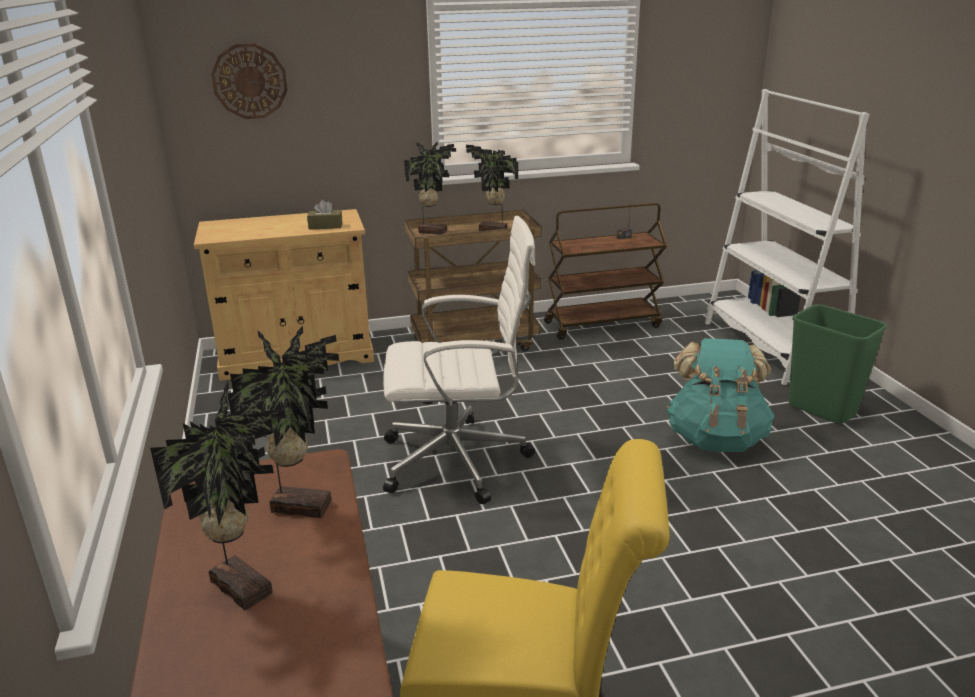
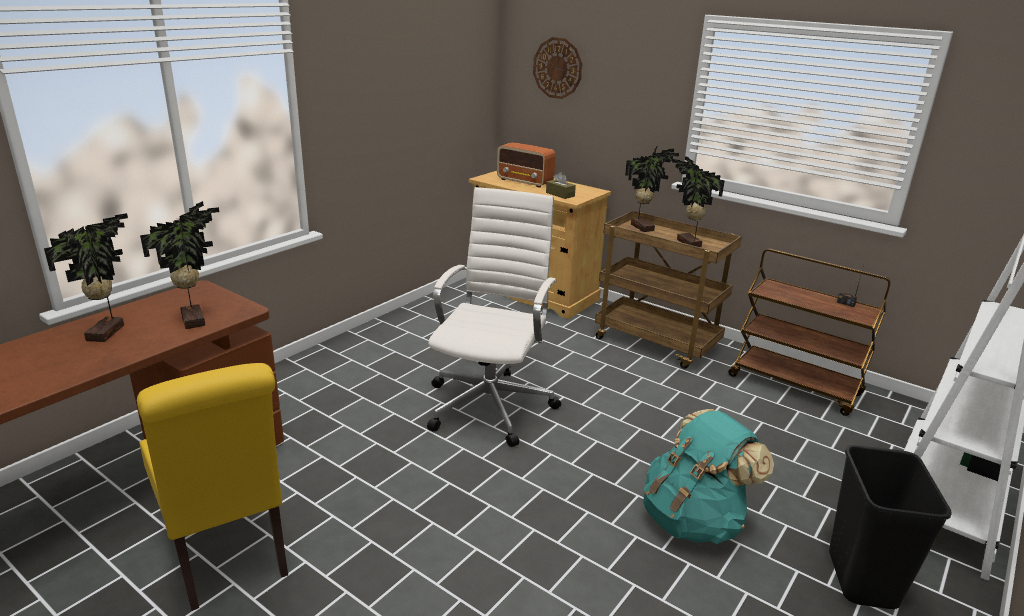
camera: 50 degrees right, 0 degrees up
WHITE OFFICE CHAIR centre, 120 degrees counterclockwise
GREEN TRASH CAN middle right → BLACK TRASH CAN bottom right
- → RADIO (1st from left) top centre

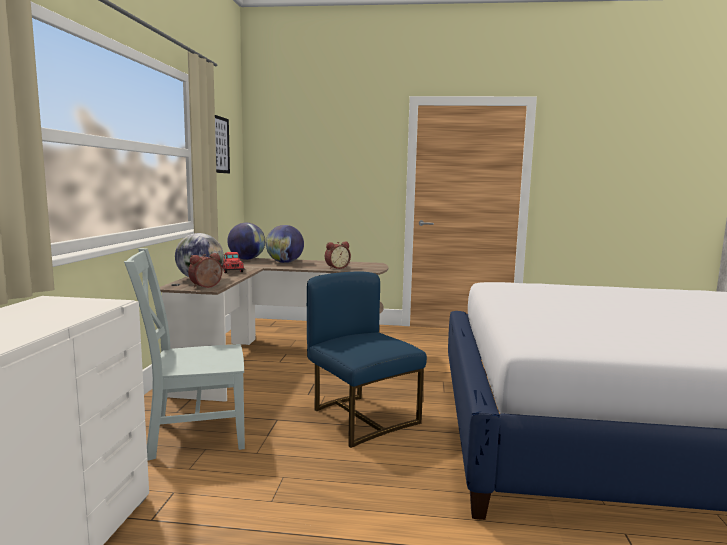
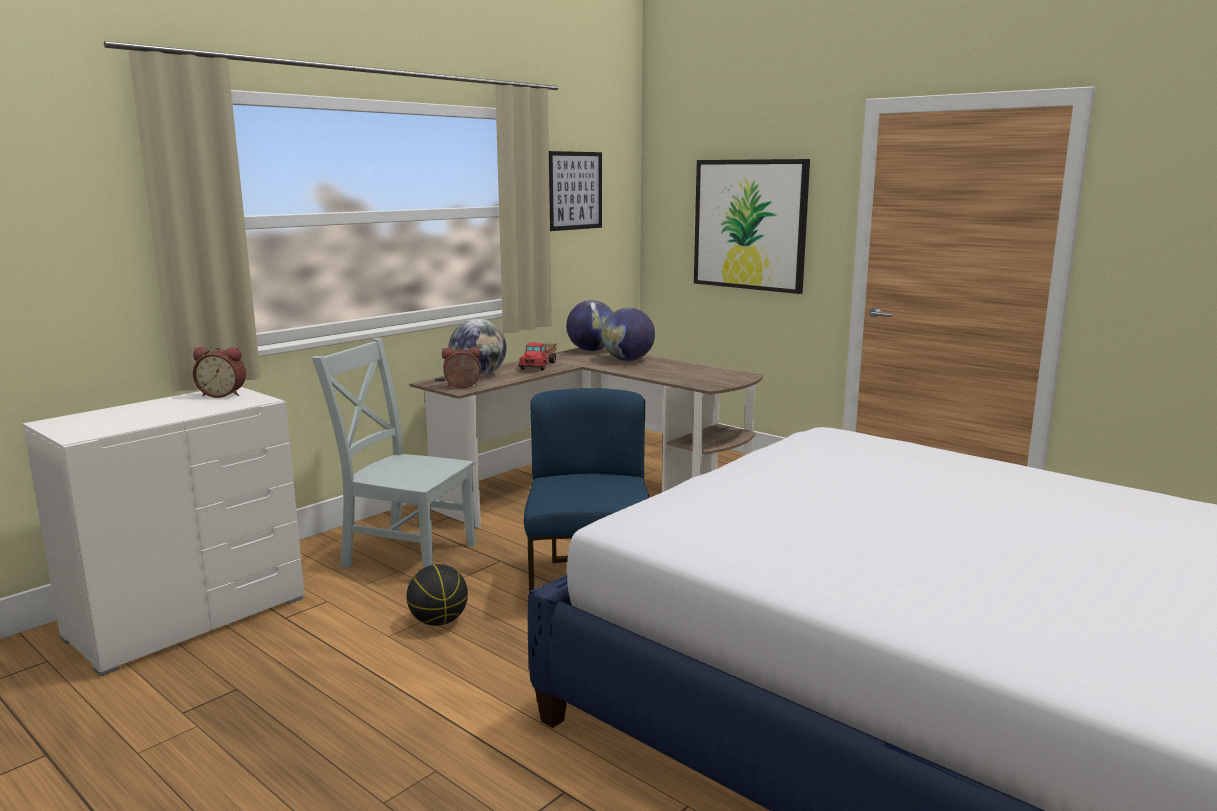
camera: 35 degrees right, 5 degrees up
ALARM CLOCK (2nd from left in the first image) centre → ALARM CLOCK (1st from left) middle left, move
- → PICTURE (2nd from left) top centre
- → BASKETBALL bottom centre

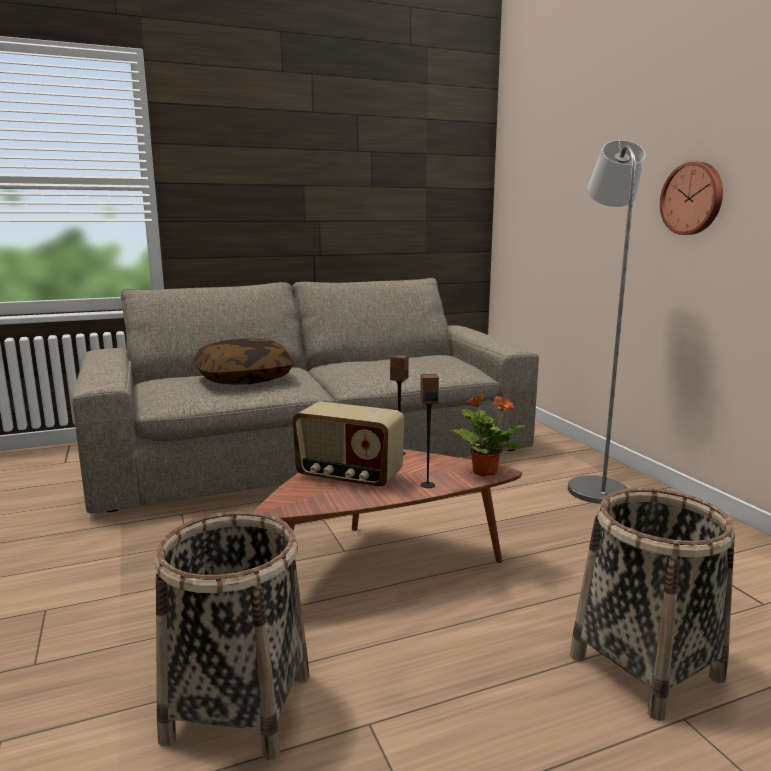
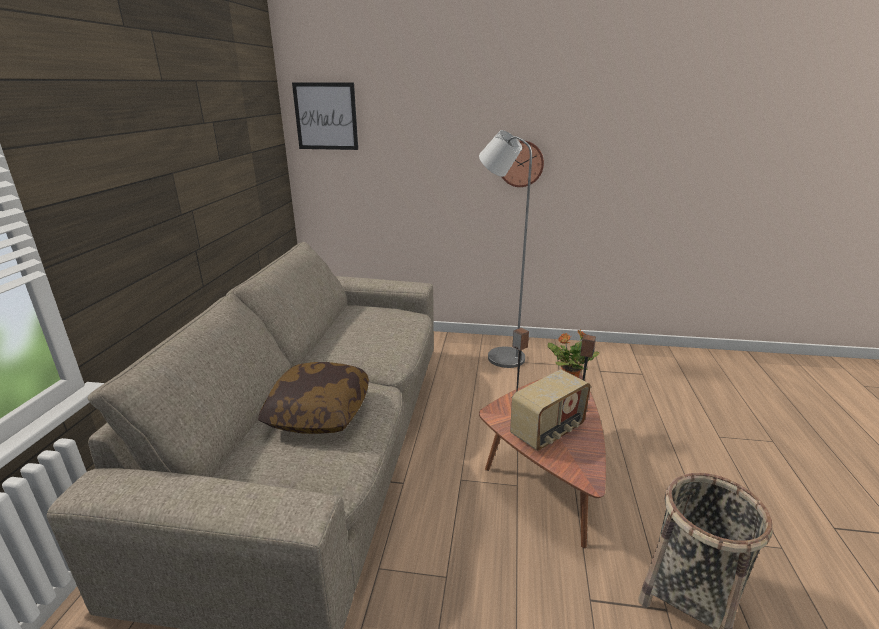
camera: 60 degrees left, 10 degrees up
BASKET (2nd from left) bottom right → -
- → PICTURE top centre

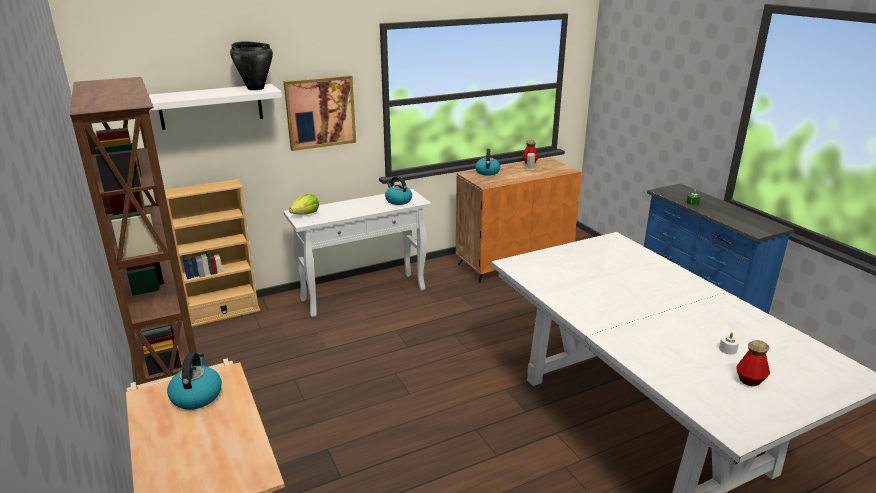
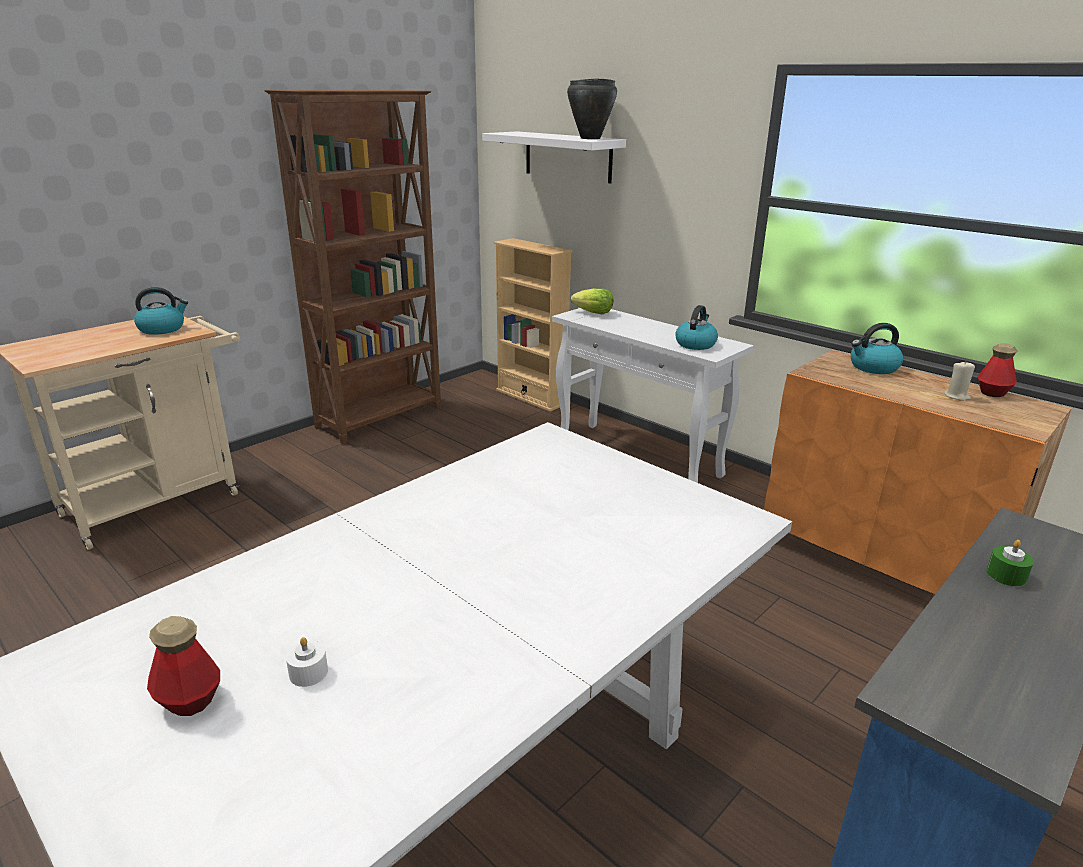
camera: 70 degrees right, 0 degrees up
PICTURE top centre → -

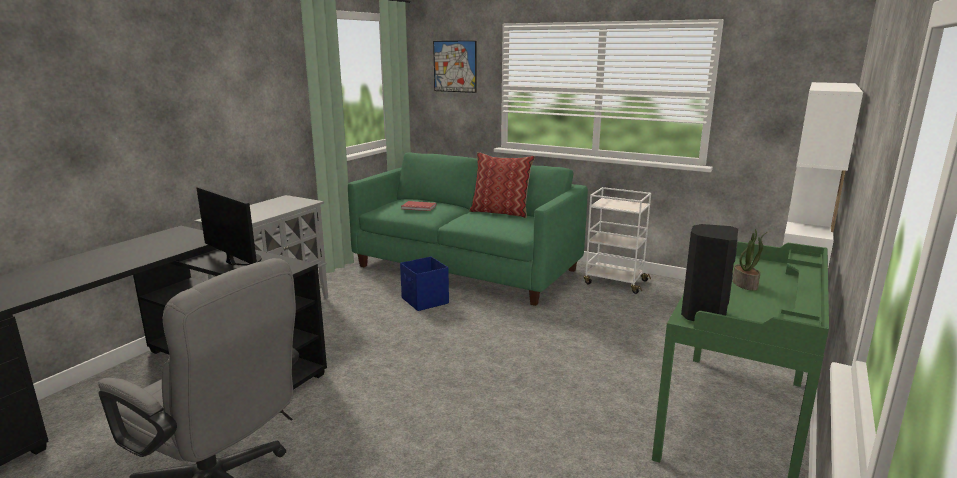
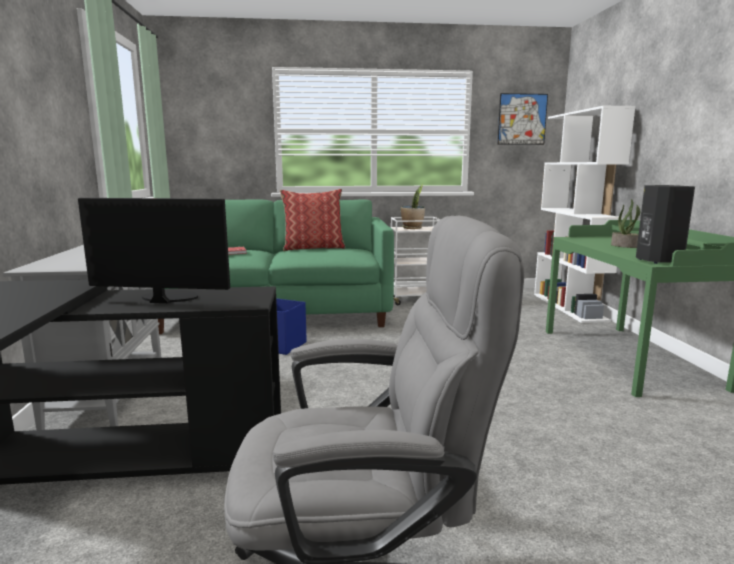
camera: 35 degrees left, 5 degrees down
PICTURE top centre → PICTURE top right, move
- → POTTED PLANT (1st from left) centre

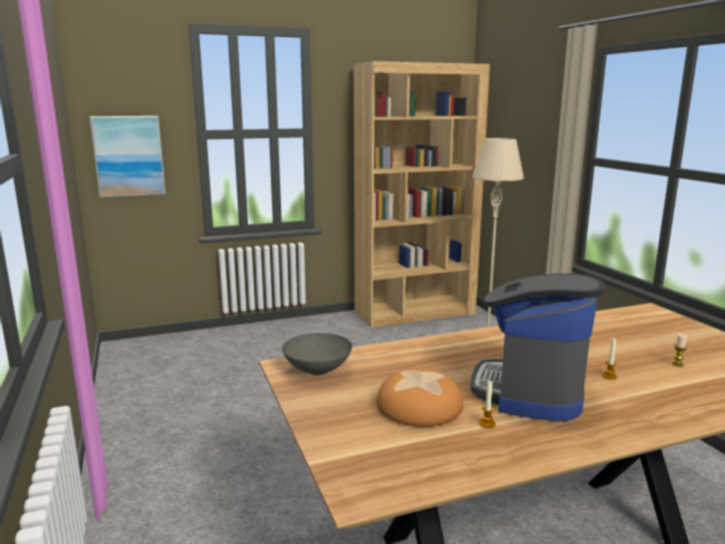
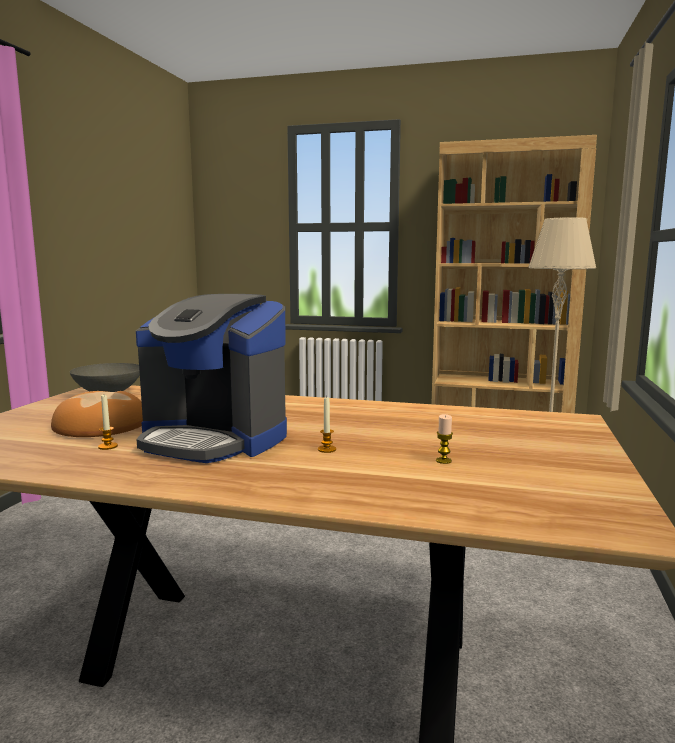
camera: 35 degrees right, 5 degrees down
PICTURE top left → -
COFFEE MACHINE middle right → COFFEE MACHINE middle left, 120 degrees counterclockwise

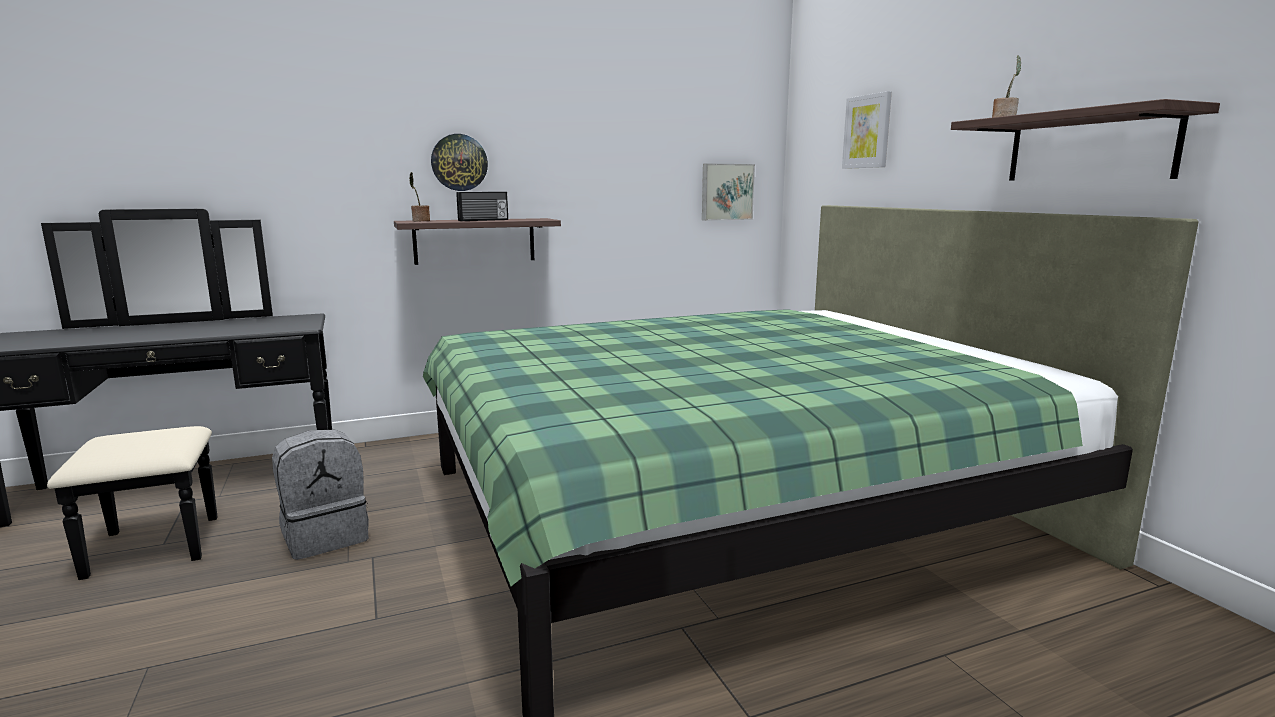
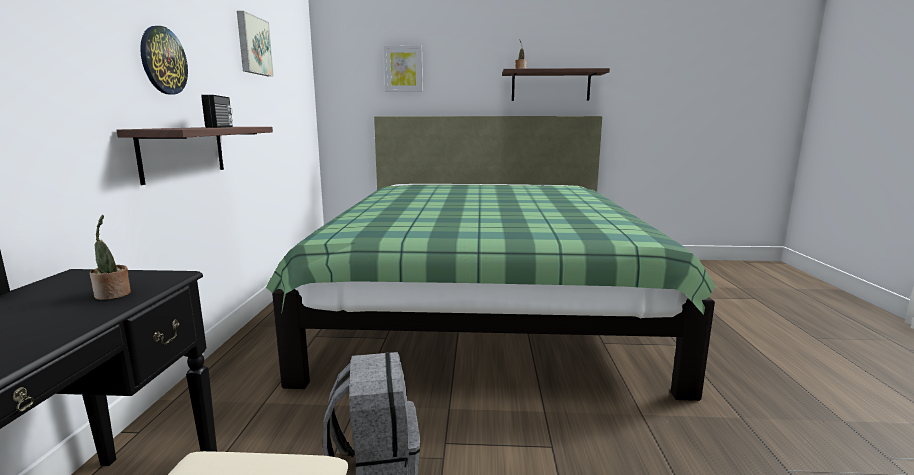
camera: 65 degrees left, 0 degrees up
PICTURE (1st from left) top centre → PICTURE (1st from left) top left, move
POTTED PLANT (1st from left) top left → POTTED PLANT (1st from left) middle left, move

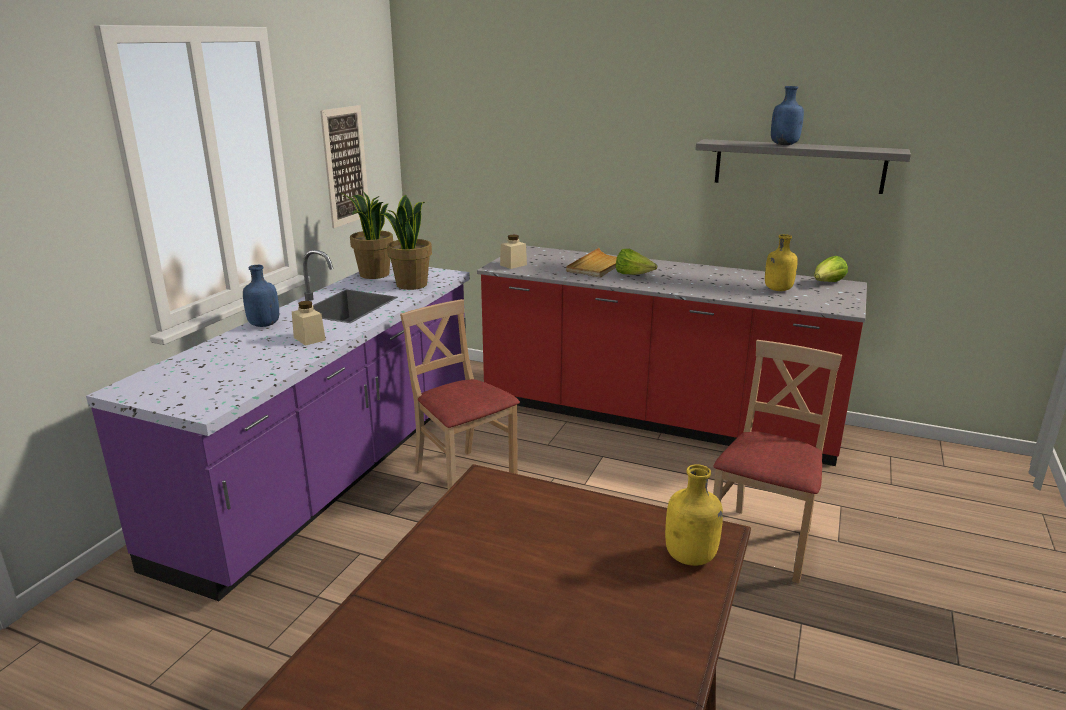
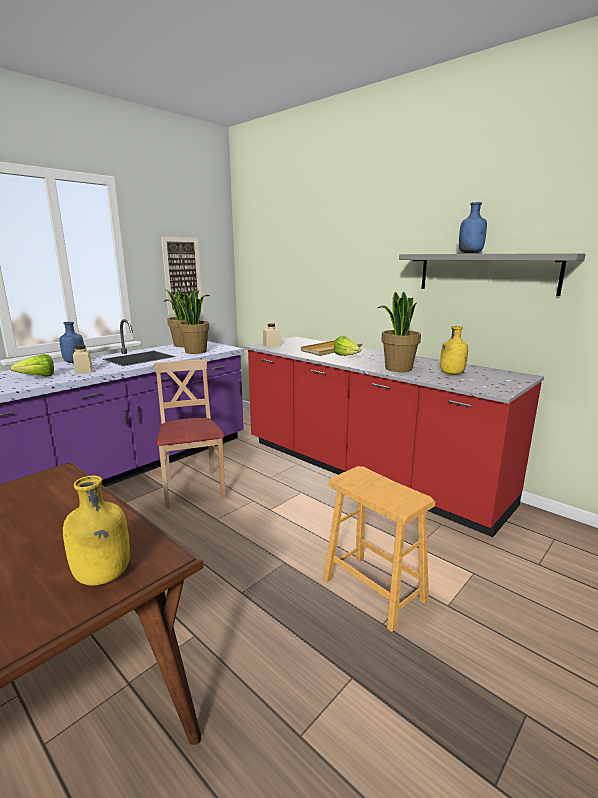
camera: 20 degrees right, 5 degrees down
LETTUCE (2nd from left in the first image) middle right → LETTUCE (1st from left) middle left, move
BEIGE CHAIR (2nd from left) middle right → BROWN STOOL bottom centre
- → POTTED PLANT (3rd from left) middle right

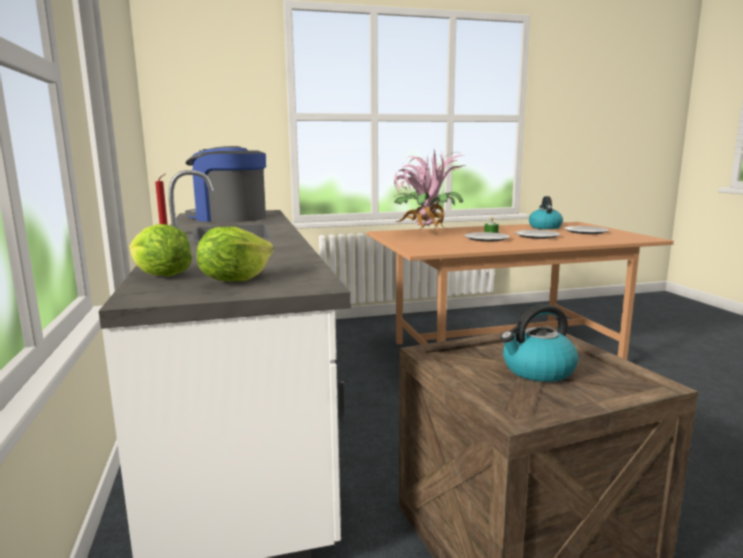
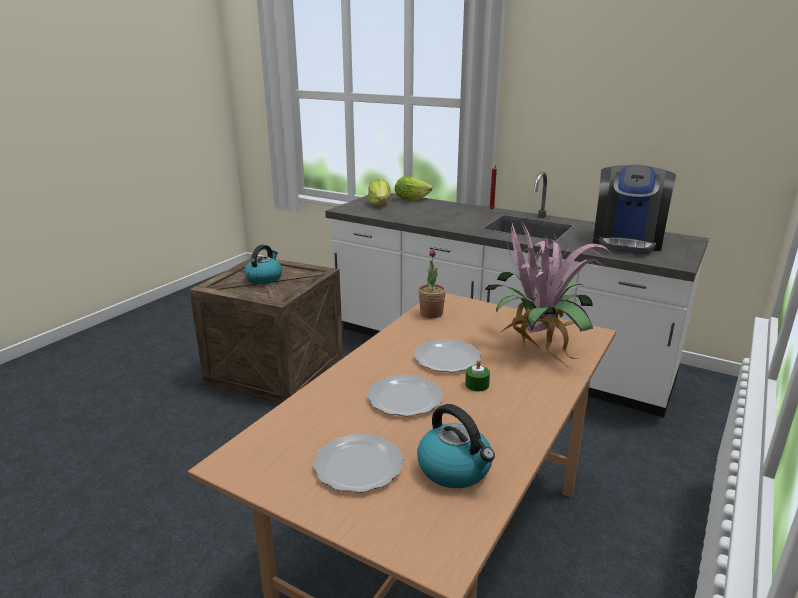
camera: 135 degrees right, 10 degrees up
COFFEE MACHINE top left → COFFEE MACHINE middle right, 135 degrees clockwise
- → POTTED PLANT (1st from left) centre

